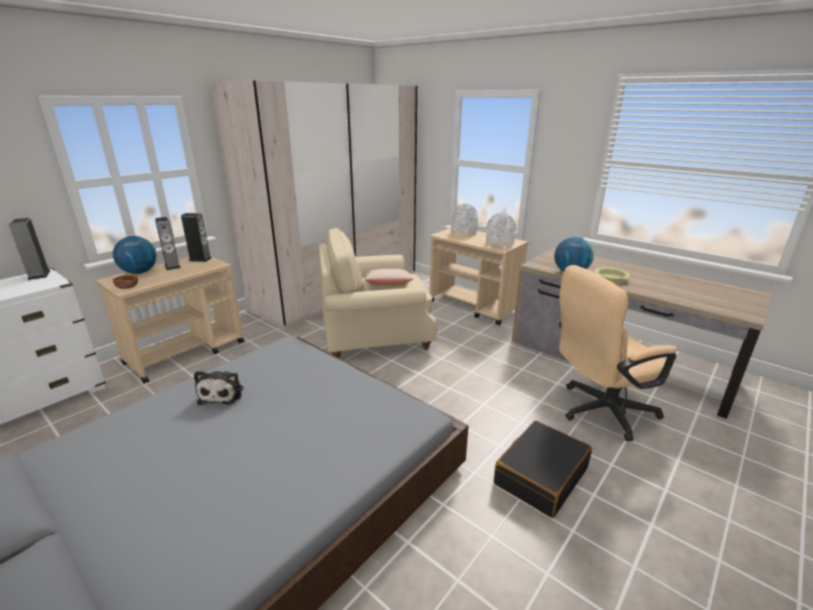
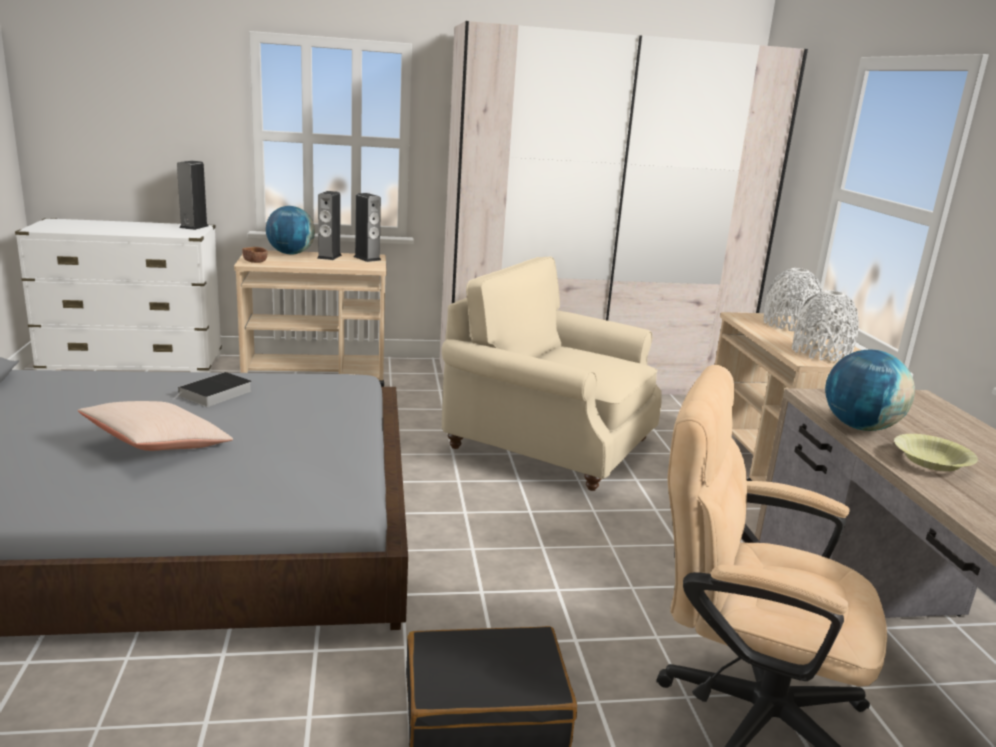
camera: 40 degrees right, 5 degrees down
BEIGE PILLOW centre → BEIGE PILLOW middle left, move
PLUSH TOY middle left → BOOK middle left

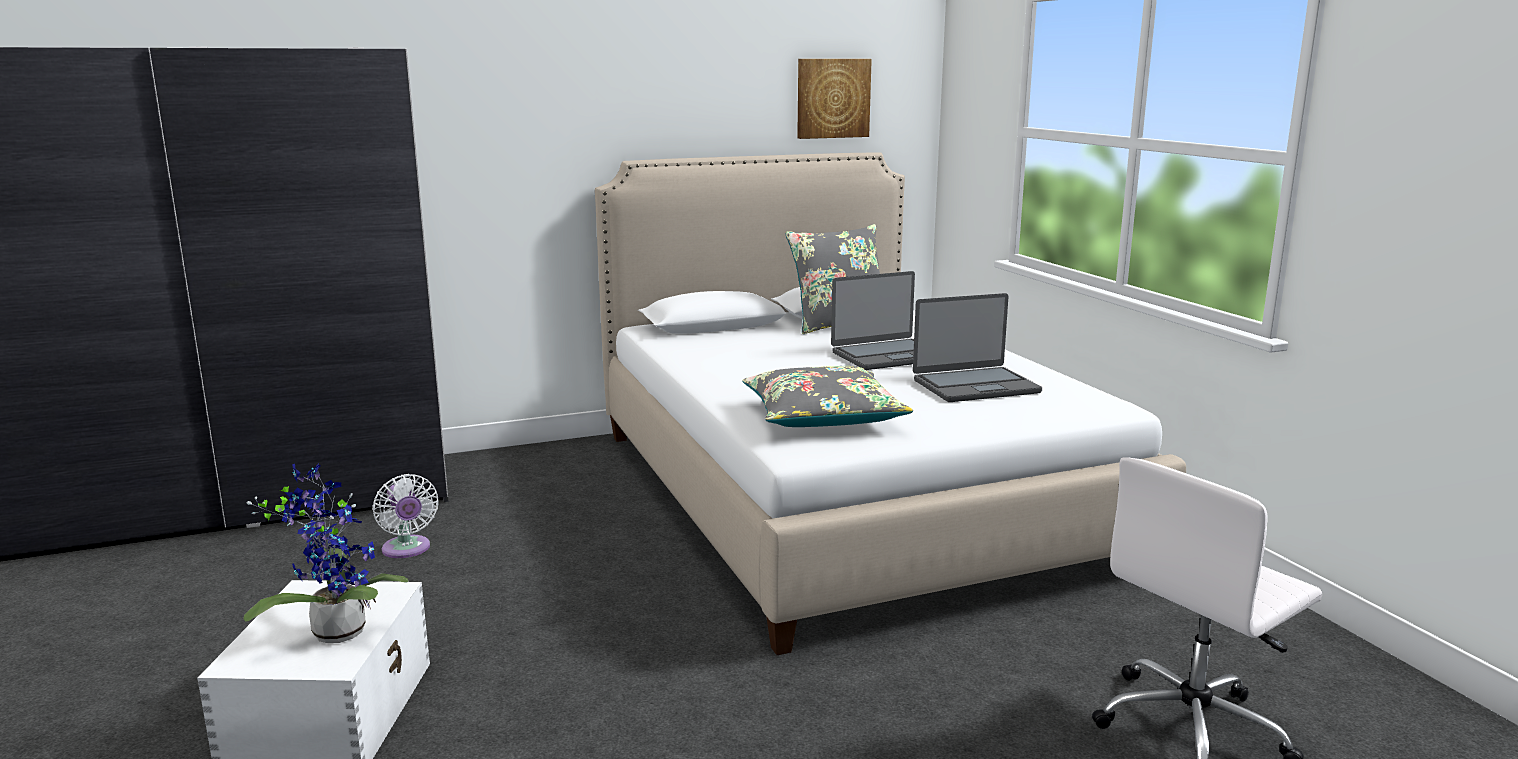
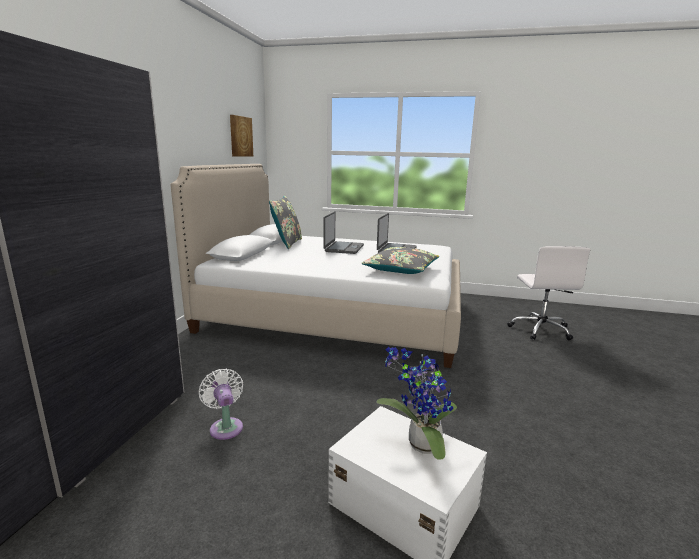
camera: 55 degrees left, 0 degrees up
WHITE FAN bottom left, 120 degrees counterclockwise

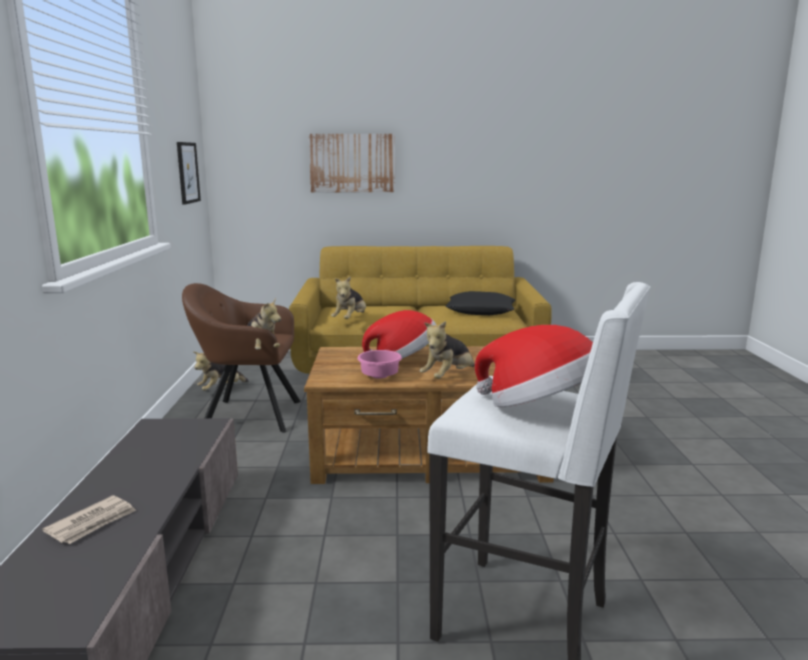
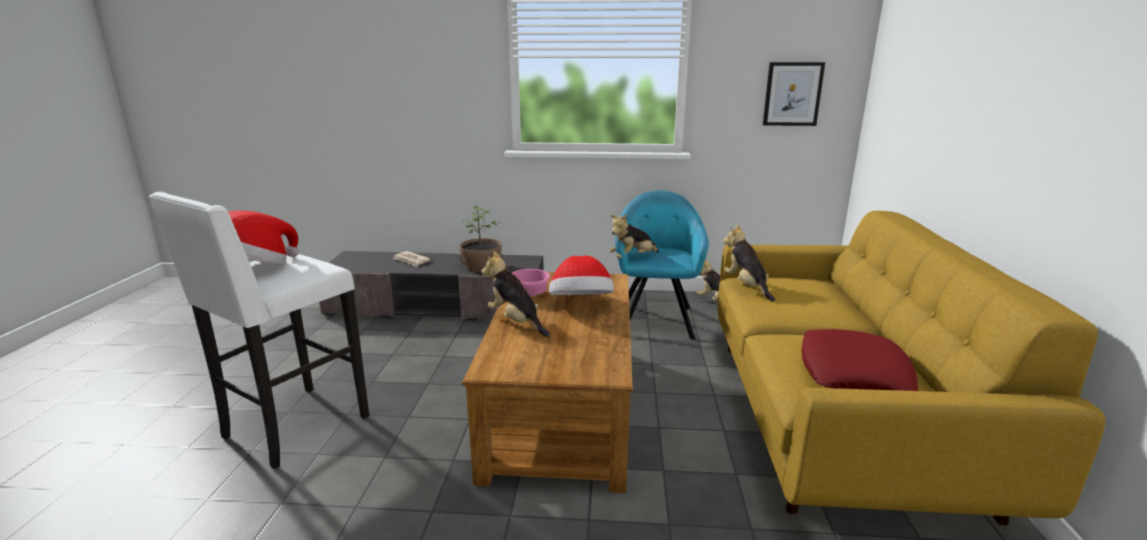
camera: 95 degrees right, 5 degrees up
PICTURE (2nd from left) top centre → -
PLUSH TOY (3rd from left in the first image) centre → PLUSH TOY (4th from left) centre, 45 degrees clockwise
BROWN ARMCHAIR middle left → TURQUOISE ARMCHAIR centre
BLACK PILLOW centre → RED PILLOW bottom right
- → POTTED PLANT centre

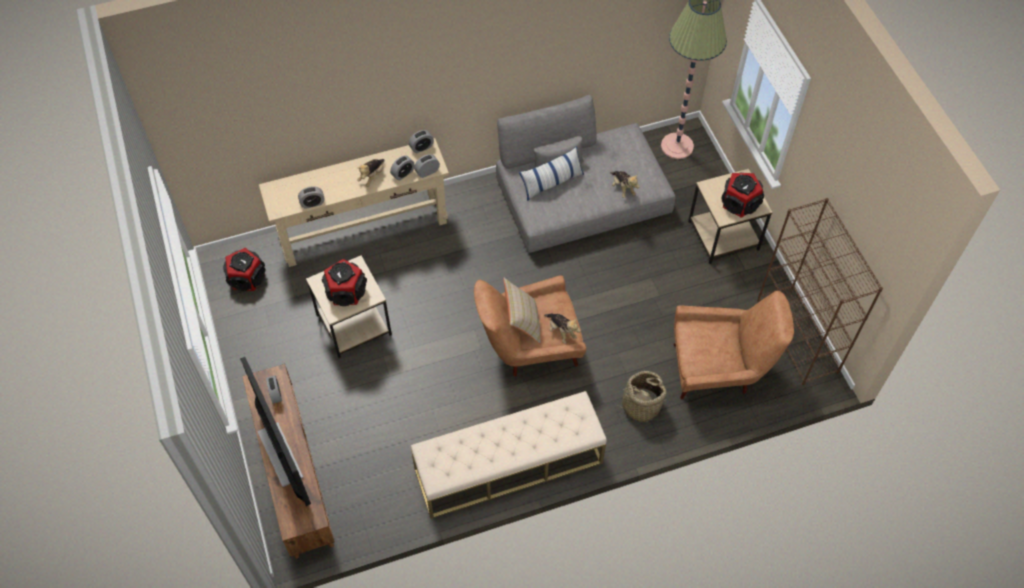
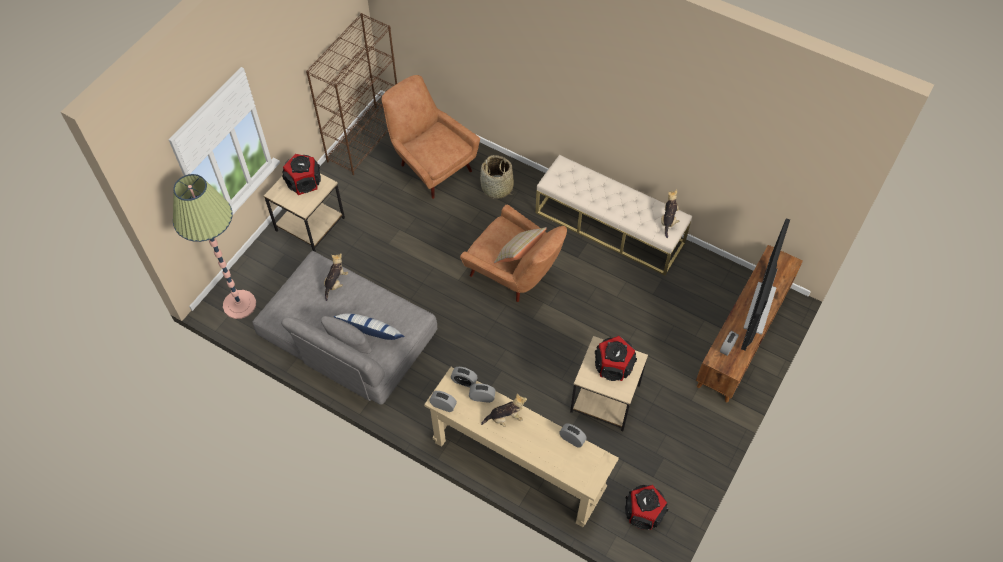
camera: 130 degrees left, 0 degrees up
PLUSH TOY (2nd from left in the first image) centre → PLUSH TOY (3rd from left) middle right, move

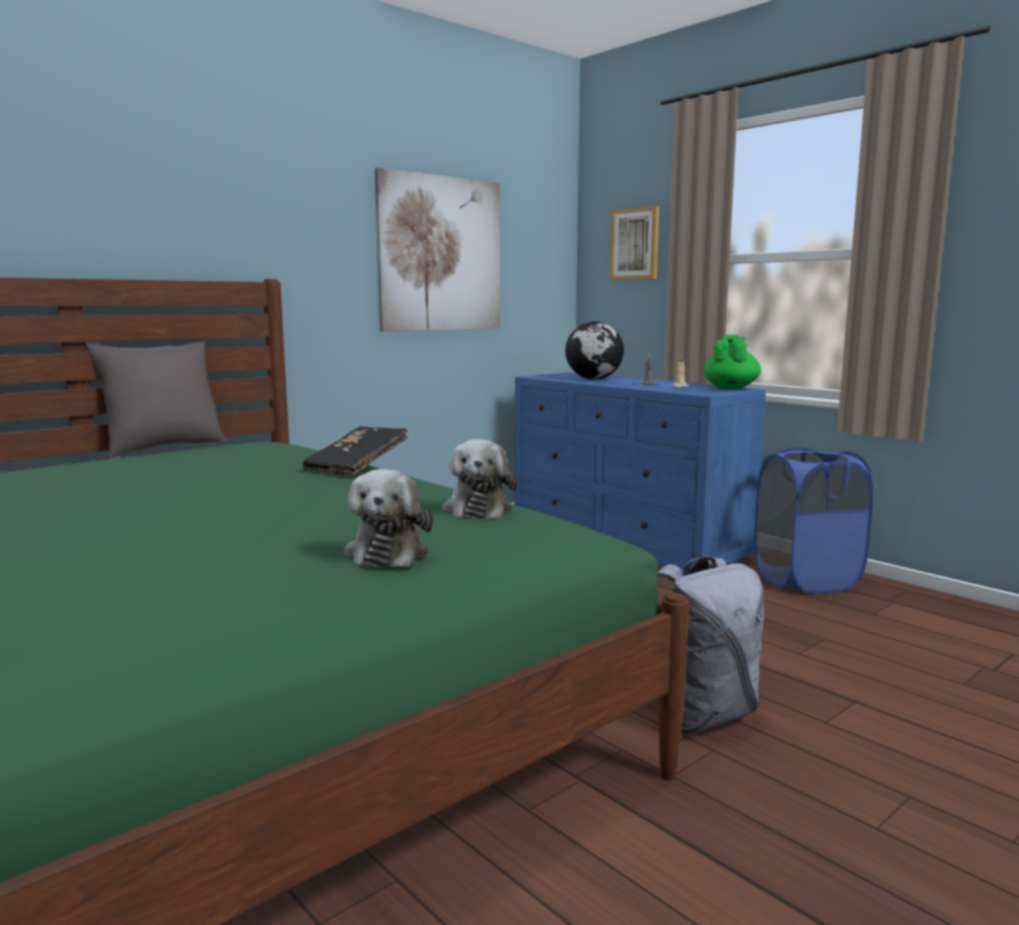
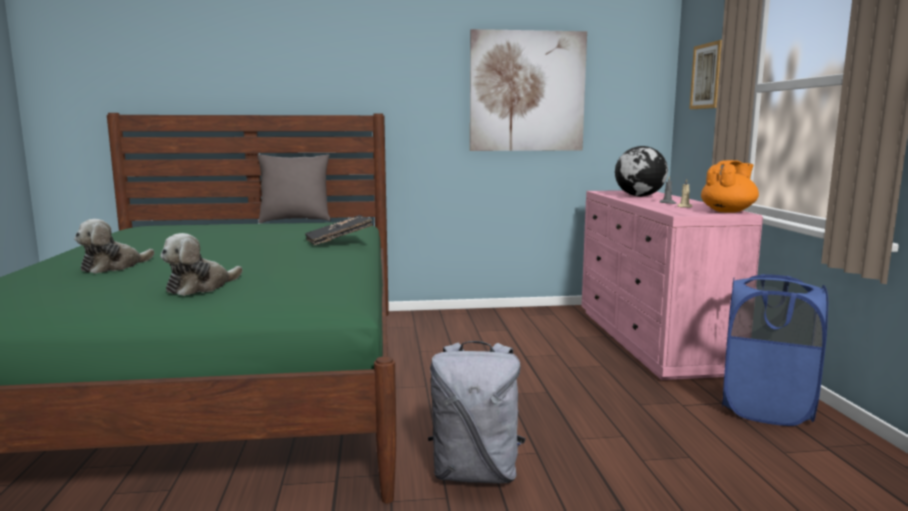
camera: 35 degrees right, 0 degrees up
GREEN TEAPOT middle right → ORANGE TEAPOT middle right
BLUE DRESSER centre → PINK DRESSER middle right
PLUSH TOY (2nd from left in the first image) centre → PLUSH TOY (1st from left) middle left, move

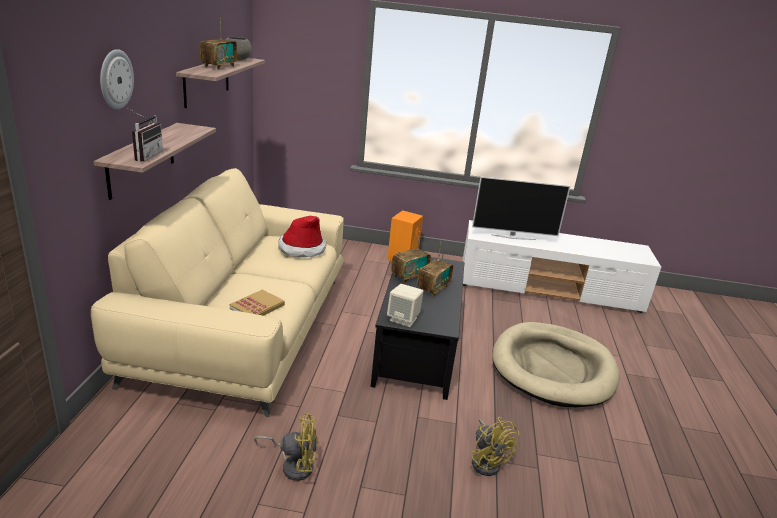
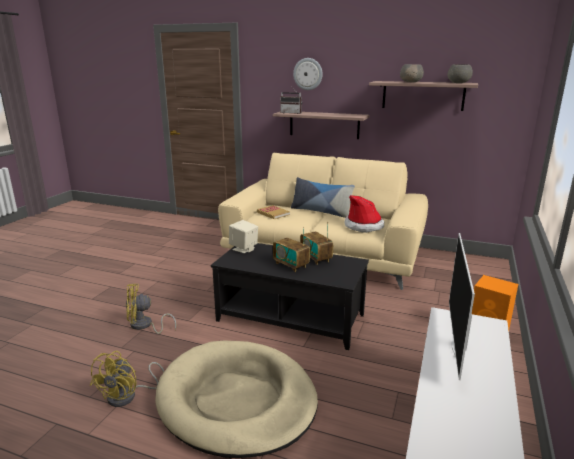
camera: 105 degrees right, 5 degrees down
RADIO (2nd from left) top left → GREY BOWL (1st from left) top right
YELLOW FAN (1st from left) bottom centre → YELLOW FAN (1st from left) bottom left, move
- → PILLOW centre

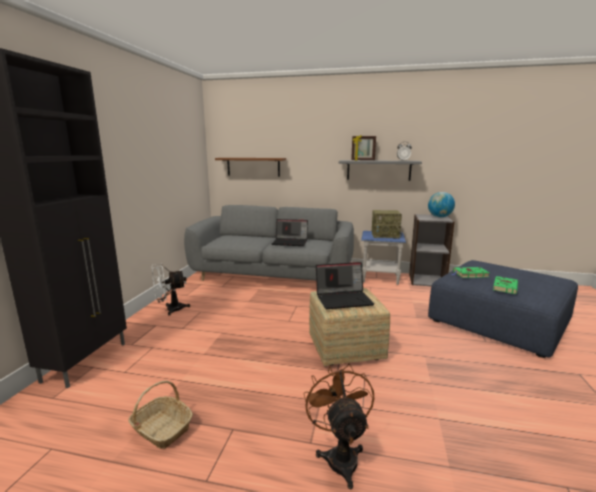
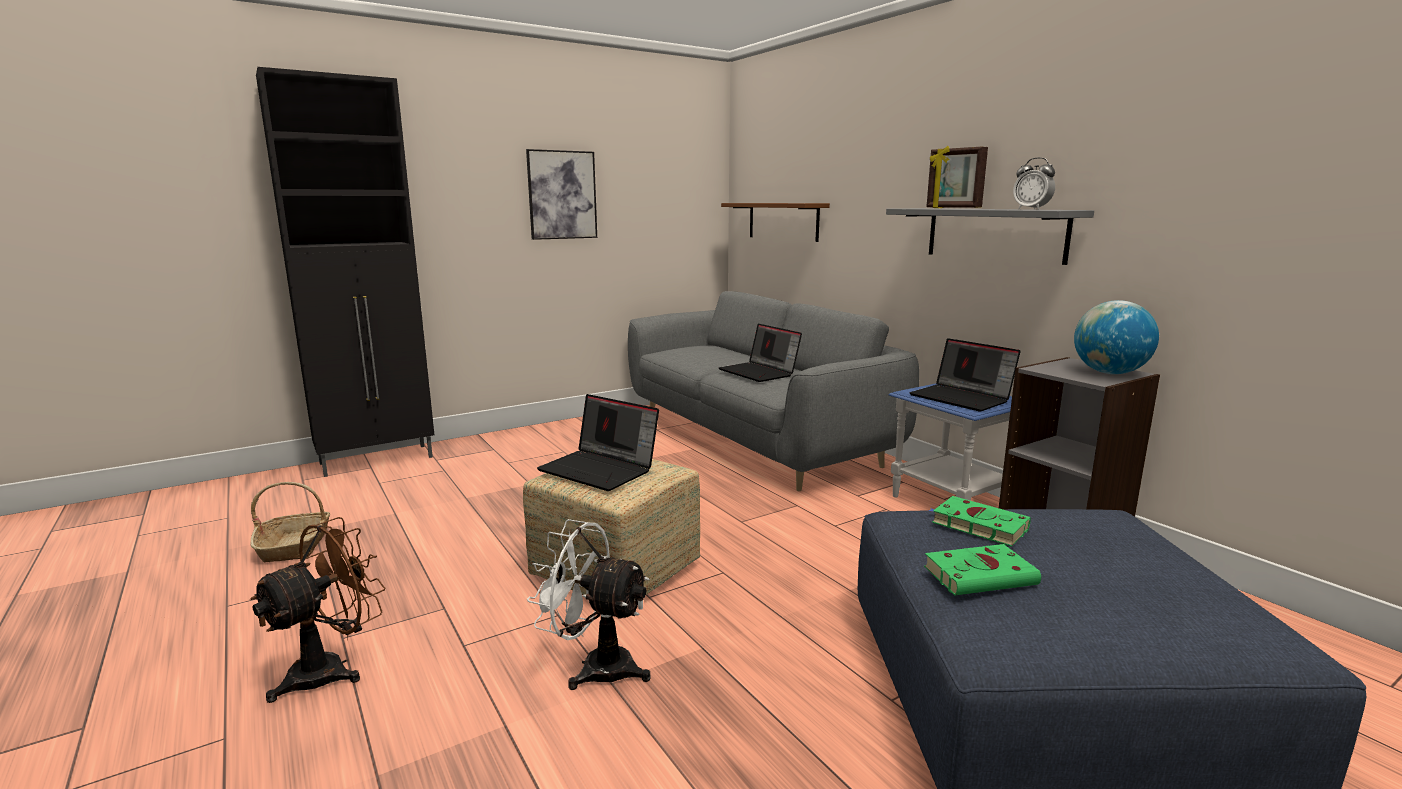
camera: 45 degrees right, 0 degrees up
RADIO centre → LAPTOP (3rd from left) middle right
WHITE FAN middle left → WHITE FAN bottom centre, move
- → PICTURE top centre

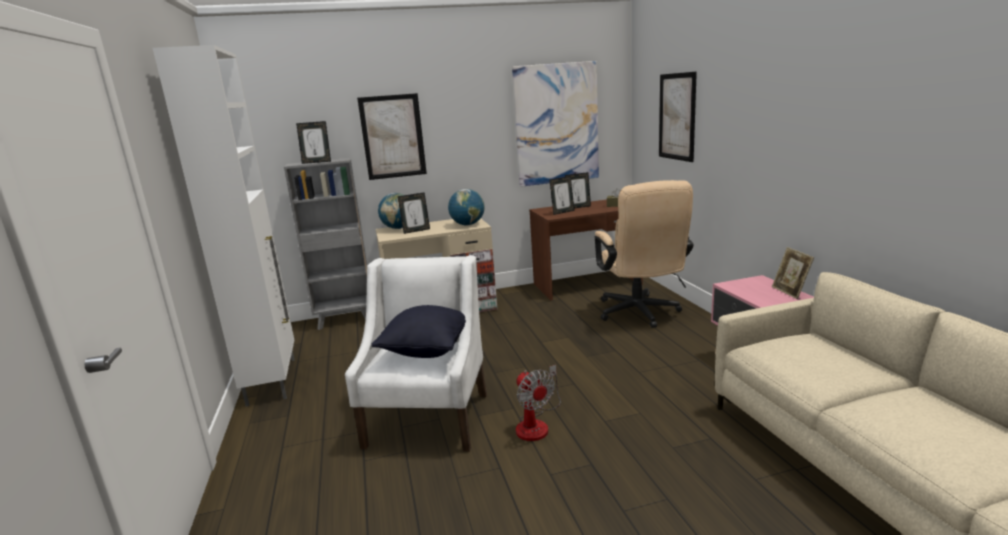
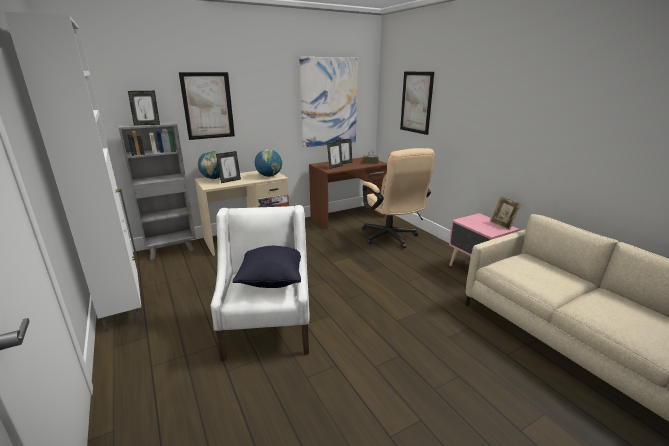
camera: 15 degrees left, 5 degrees up
FAN bottom centre → -

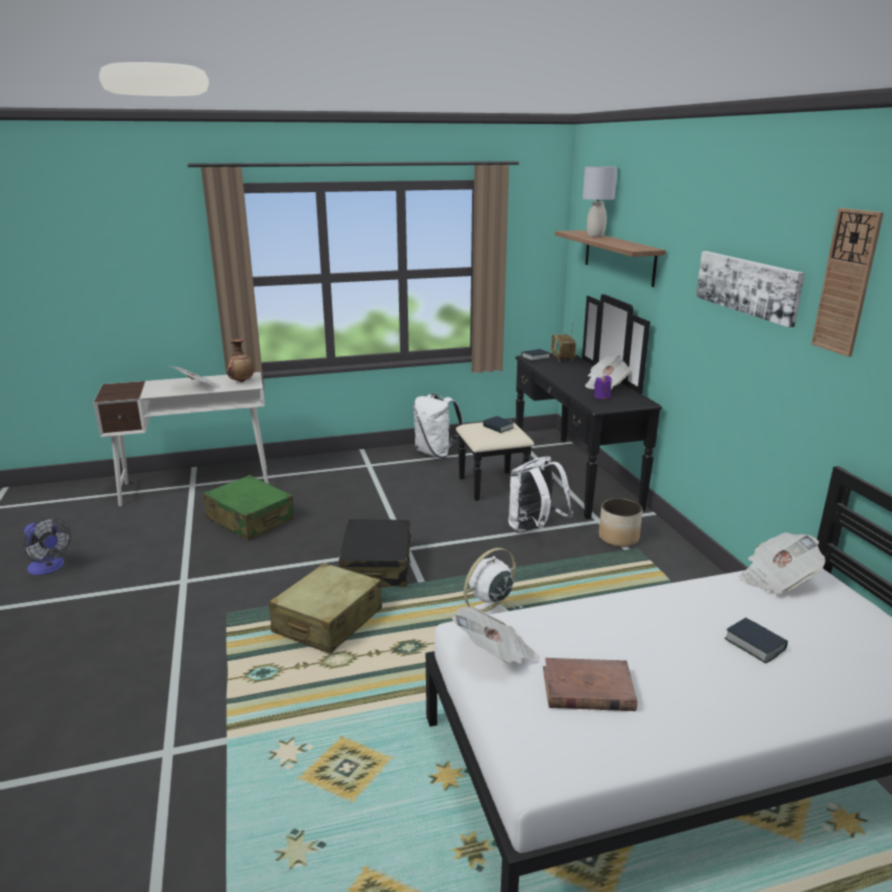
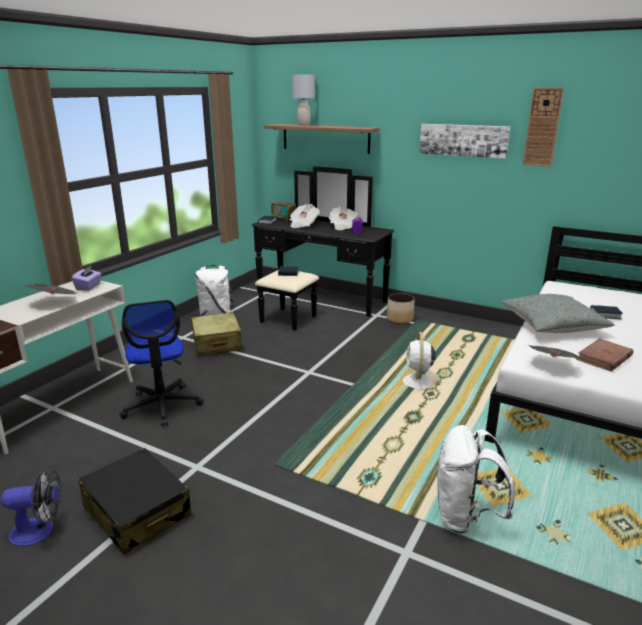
camera: 45 degrees left, 0 degrees up
VASE middle left → PURPLE TISSUE BOX middle left
WHITE BACKPACK (2nd from left) centre → WHITE BACKPACK (2nd from left) bottom right, move
GREEN SUITCASE middle left → OFFICE CHAIR middle left
BLACK SUITCASE centre → BLACK SUITCASE bottom left, move
NEWSPAPER (4th from left in the first image) middle right → NEWSPAPER (2nd from left) centre, move
BEIGE SUITCASE bottom centre → BEIGE SUITCASE centre, move
- → GREY PILLOW middle right

